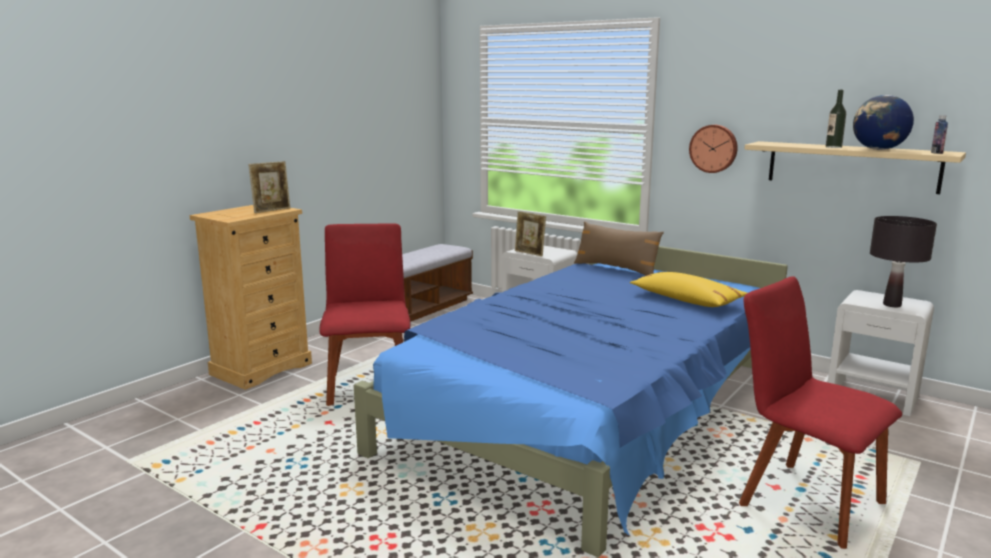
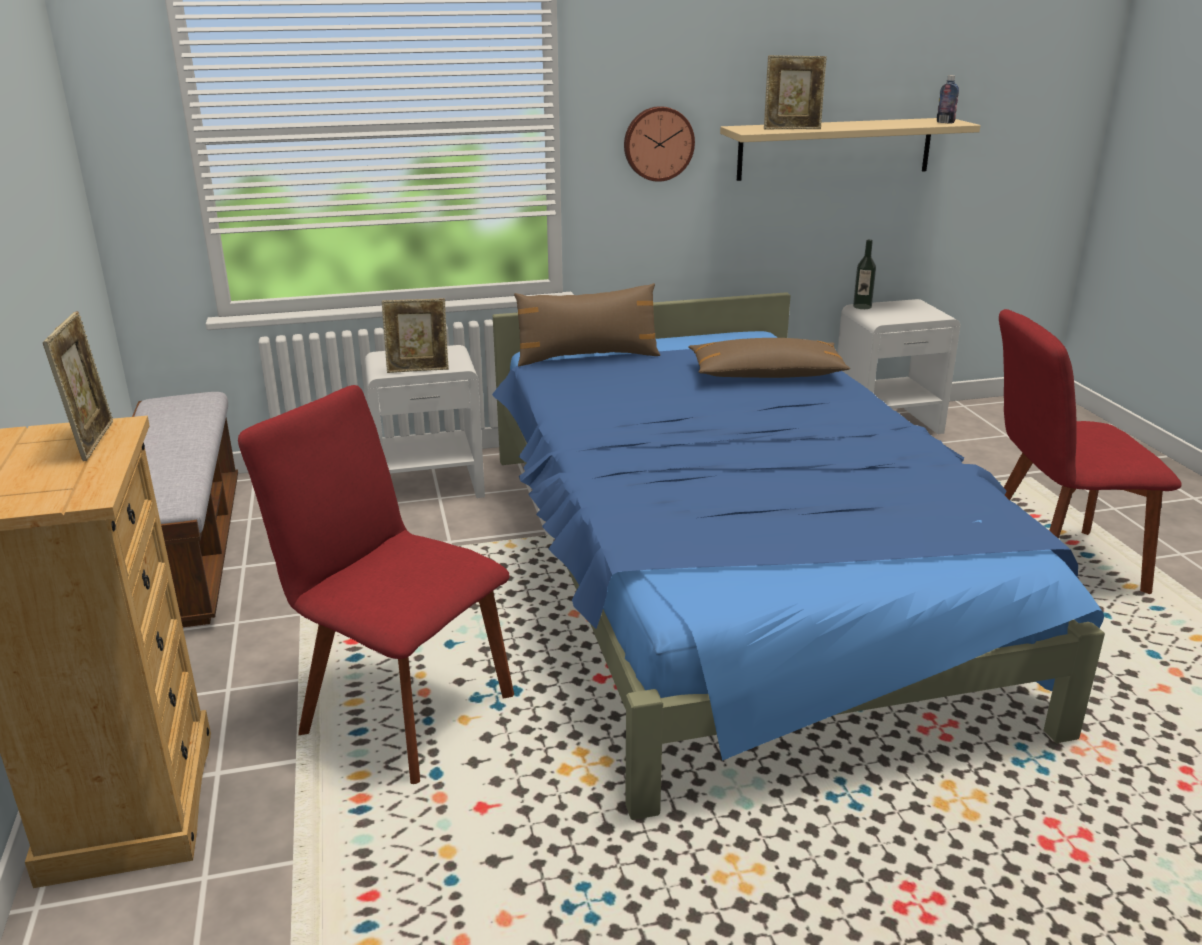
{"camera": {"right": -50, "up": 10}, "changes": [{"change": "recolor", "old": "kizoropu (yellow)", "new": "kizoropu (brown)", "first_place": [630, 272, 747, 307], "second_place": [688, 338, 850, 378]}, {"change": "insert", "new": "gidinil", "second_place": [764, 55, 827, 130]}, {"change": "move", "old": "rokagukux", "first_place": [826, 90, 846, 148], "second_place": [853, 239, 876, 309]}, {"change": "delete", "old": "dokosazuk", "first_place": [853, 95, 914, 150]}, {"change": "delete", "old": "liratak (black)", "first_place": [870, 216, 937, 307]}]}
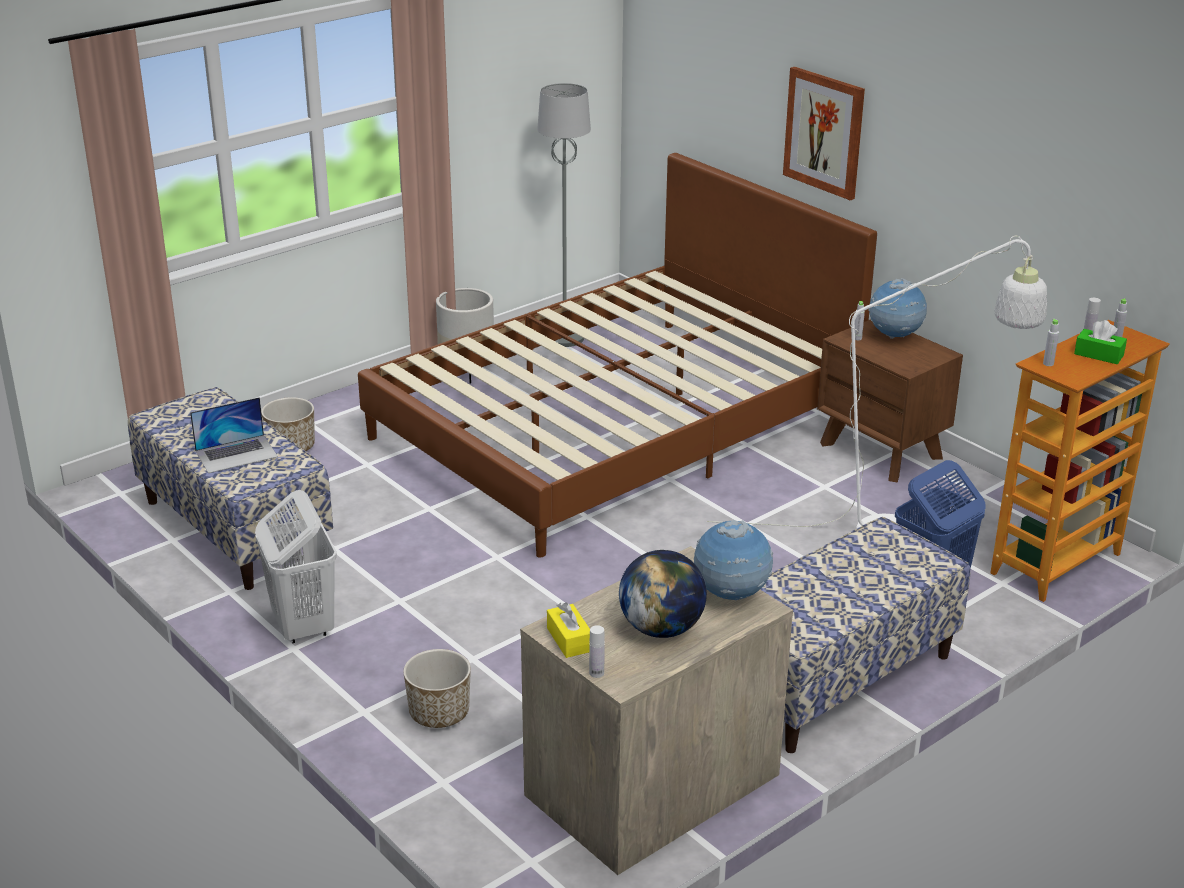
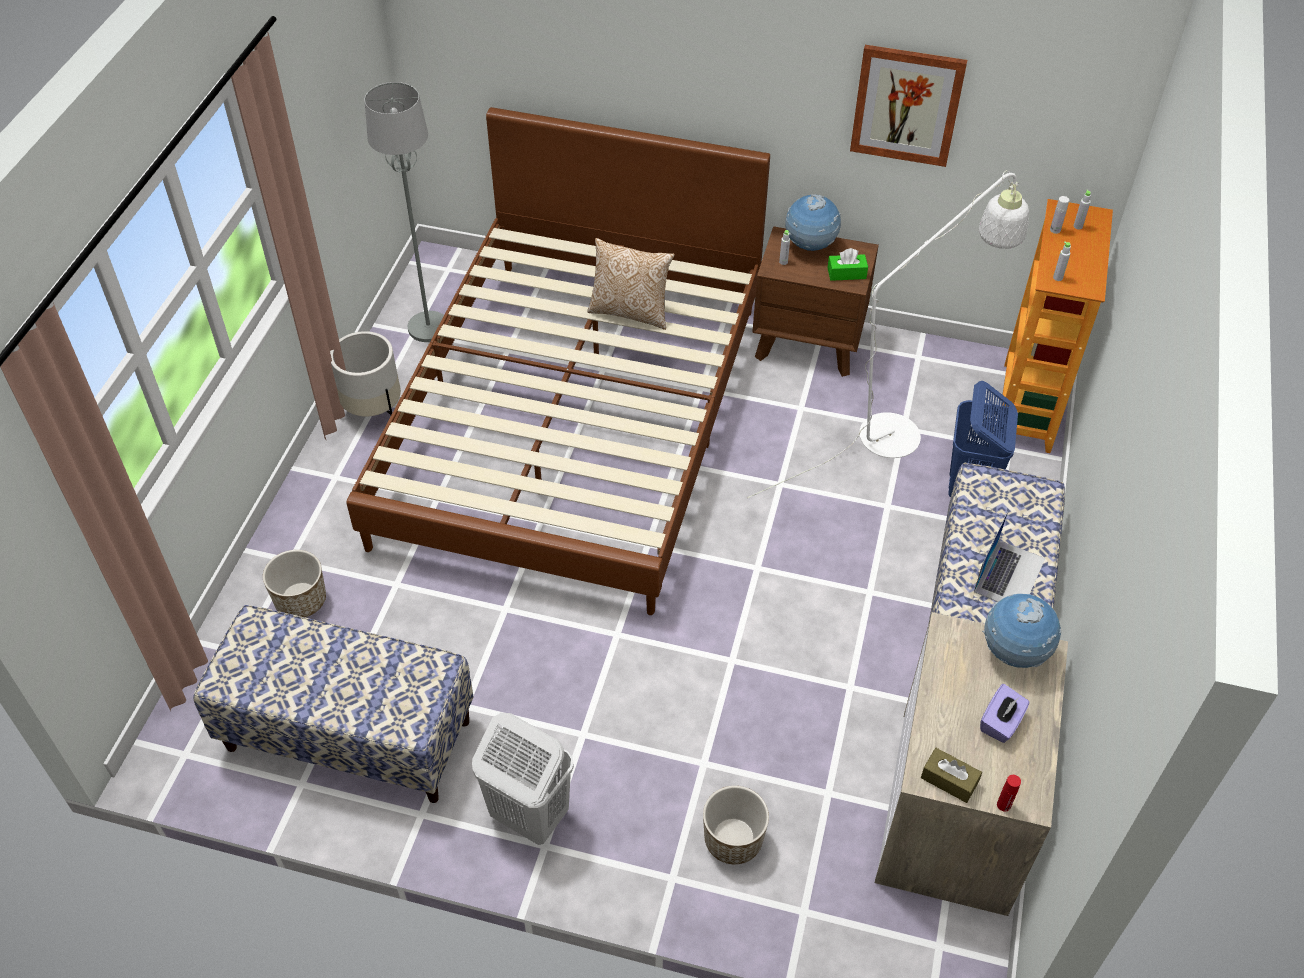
{"camera": {"right": -35, "up": 20}, "changes": [{"change": "insert", "new": "kizoropu", "second_place": [587, 238, 675, 330]}, {"change": "move", "old": "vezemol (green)", "first_place": [1074, 320, 1127, 364], "second_place": [828, 248, 868, 281]}, {"change": "move", "old": "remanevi", "first_place": [783, 67, 865, 200], "second_place": [850, 45, 967, 167]}, {"change": "recolor", "old": "vezemol (yellow)", "new": "vezemol (brown)", "first_place": [547, 602, 590, 658], "second_place": [921, 748, 982, 803]}, {"change": "move", "old": "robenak", "first_place": [190, 397, 278, 473], "second_place": [974, 511, 1045, 602]}, {"change": "replace", "old": "dokosazuk", "new": "vezemol (purple)", "first_place": [619, 550, 707, 638], "second_place": [980, 684, 1029, 743]}, {"change": "recolor", "old": "rokagukux (white)", "new": "rokagukux (red)", "first_place": [589, 625, 605, 678], "second_place": [997, 775, 1021, 812]}]}
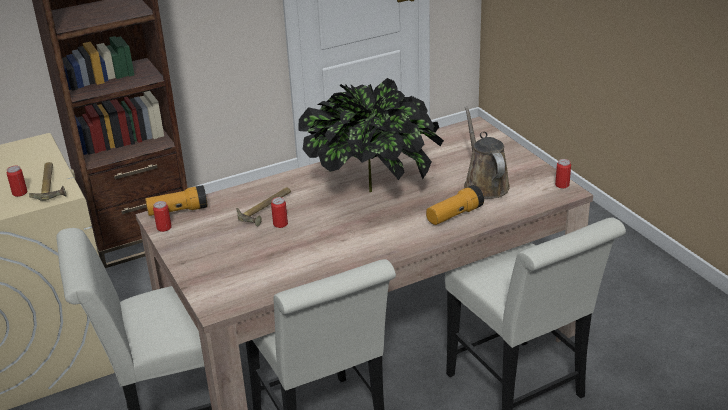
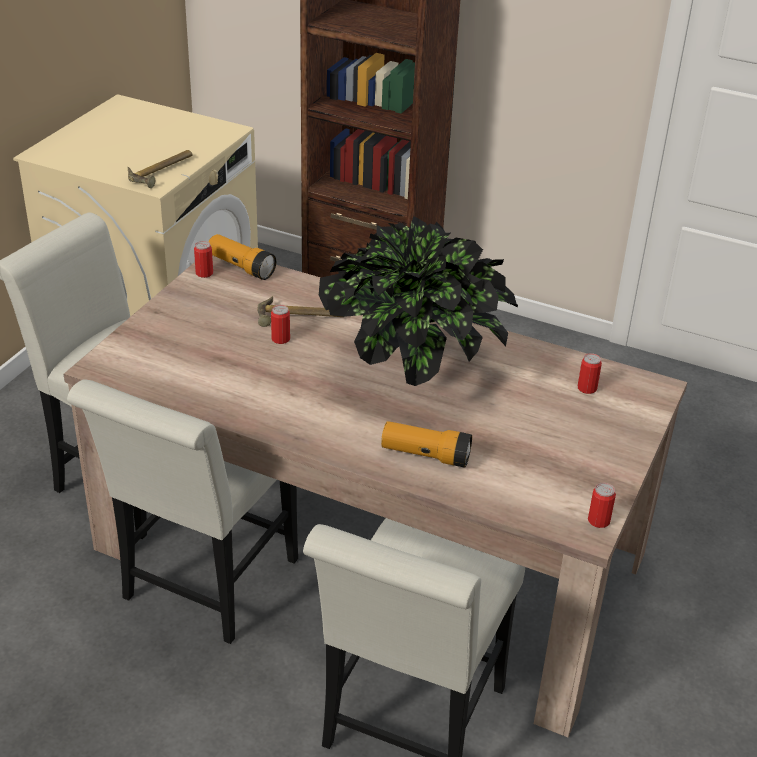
{"camera": {"right": 50, "up": 5}, "changes": [{"change": "move", "old": "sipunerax", "first_place": [7, 166, 27, 197], "second_place": [578, 353, 602, 394]}, {"change": "delete", "old": "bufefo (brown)", "first_place": [464, 106, 510, 199]}]}
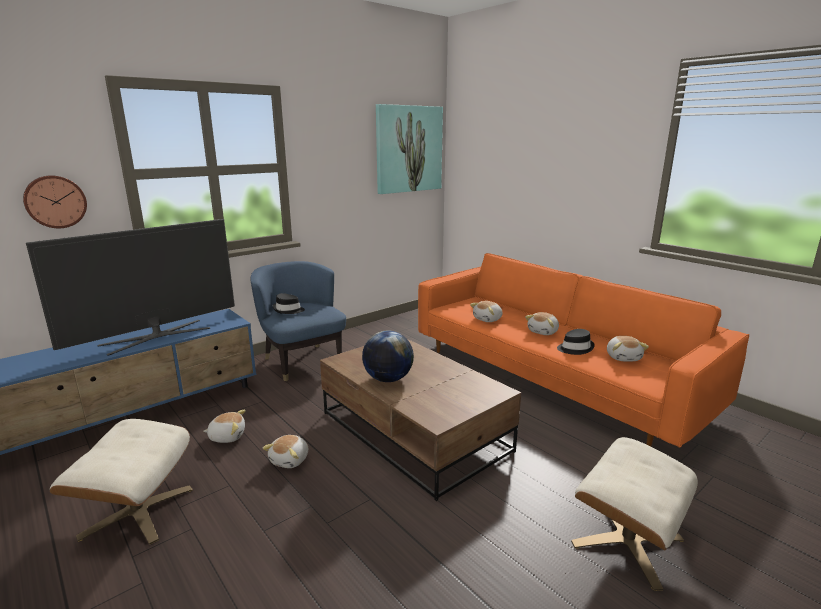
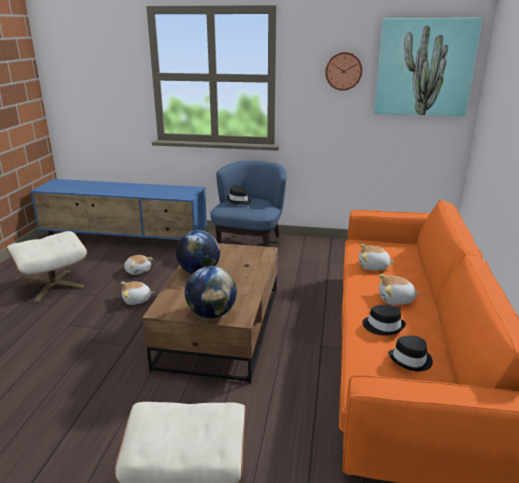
{"camera": {"right": 50, "up": 5}, "changes": [{"change": "insert", "new": "dokosazuk", "second_place": [185, 266, 237, 318]}, {"change": "move", "old": "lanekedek", "first_place": [23, 175, 87, 228], "second_place": [325, 52, 362, 91]}, {"change": "replace", "old": "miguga", "new": "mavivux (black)", "first_place": [607, 336, 649, 361], "second_place": [388, 335, 433, 371]}, {"change": "delete", "old": "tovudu", "first_place": [26, 219, 235, 356]}]}
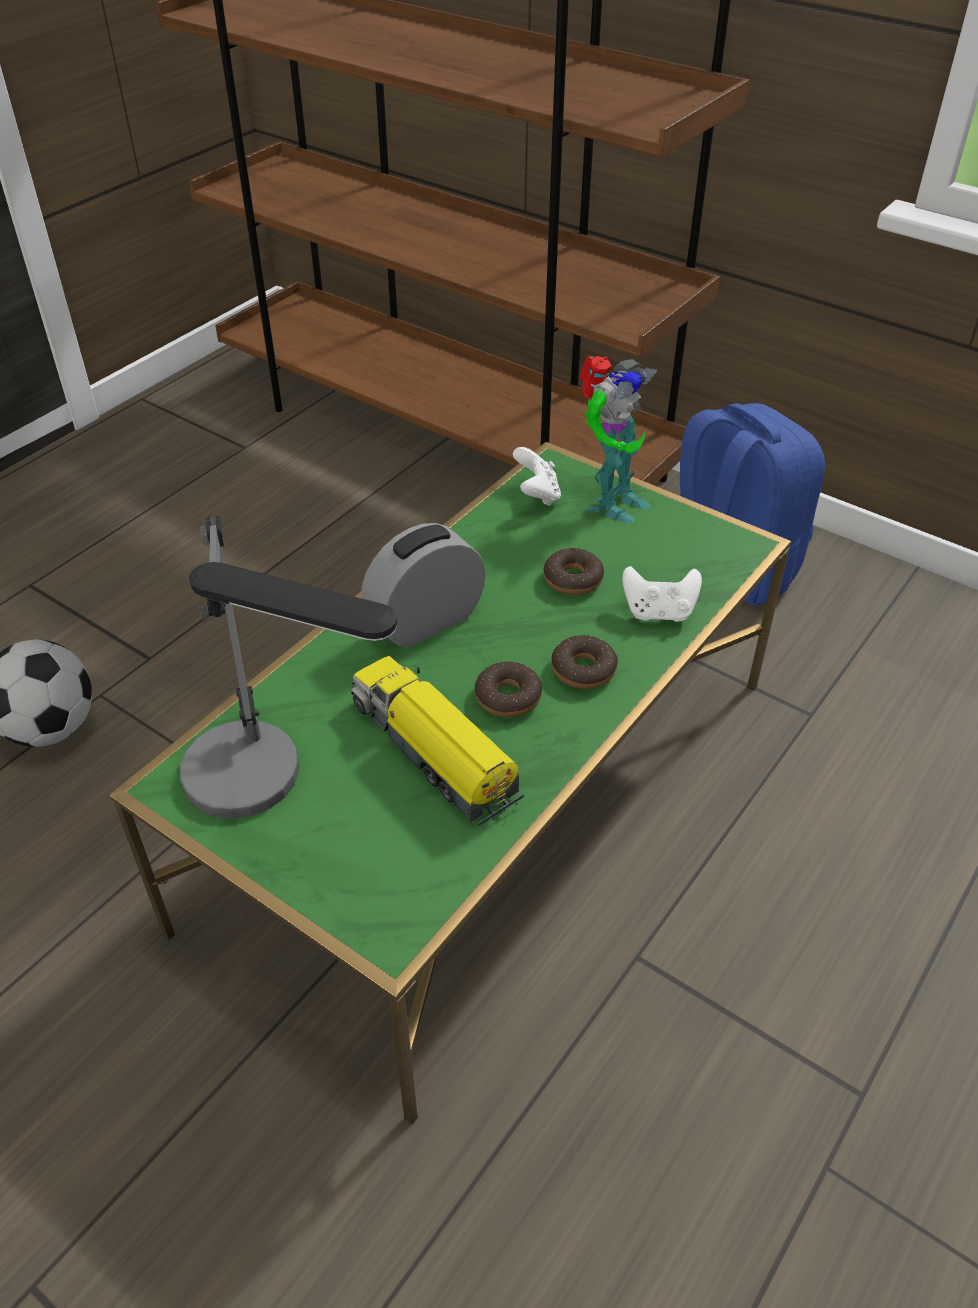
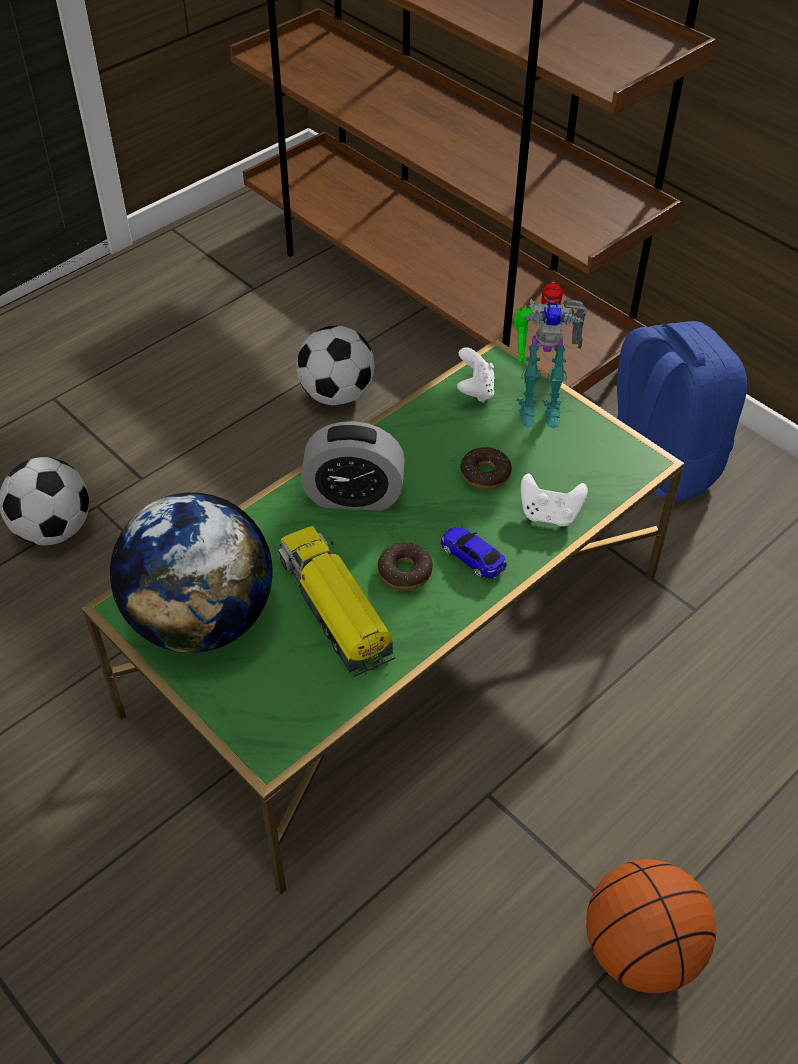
{"camera": {"right": 10, "up": 5}, "changes": [{"change": "replace", "old": "liratak", "new": "dokosazuk", "first_place": [180, 515, 397, 819], "second_place": [110, 492, 273, 653]}, {"change": "insert", "new": "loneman", "second_place": [296, 326, 374, 406]}, {"change": "rotate", "old": "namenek", "first_place": [361, 523, 486, 648], "second_place": [301, 421, 405, 511], "degrees": -150}, {"change": "replace", "old": "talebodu", "new": "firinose", "first_place": [551, 635, 618, 689], "second_place": [441, 527, 507, 579]}, {"change": "rotate", "old": "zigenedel", "first_place": [580, 355, 657, 524], "second_place": [514, 280, 588, 428], "degrees": 45}, {"change": "insert", "new": "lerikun", "second_place": [586, 859, 716, 993]}]}
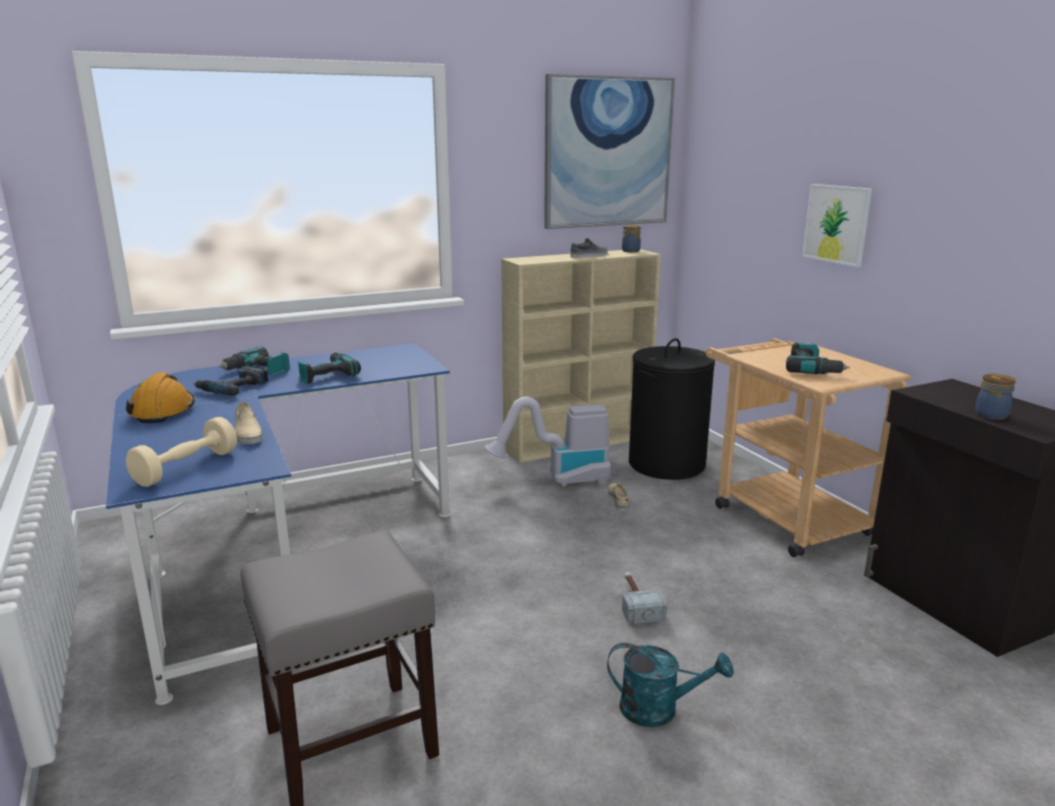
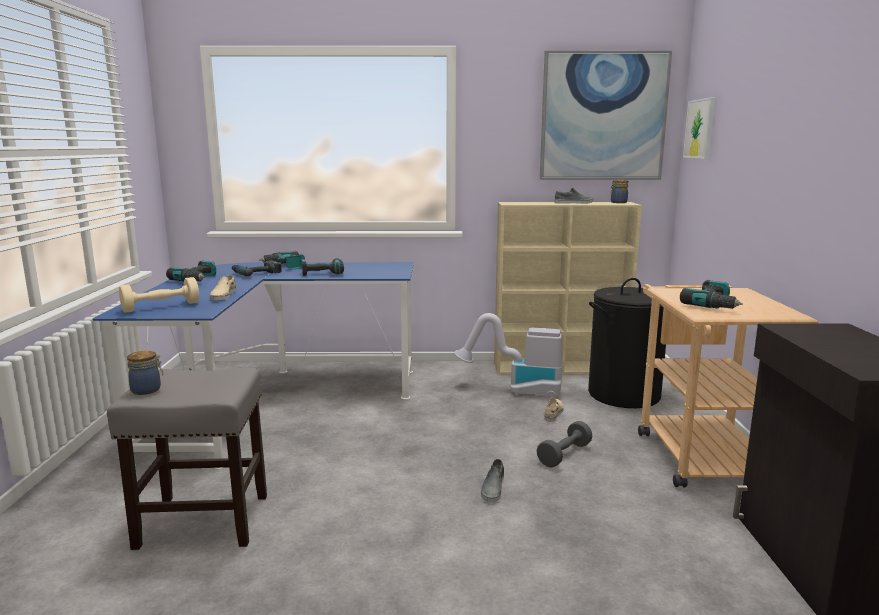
{"camera": {"right": 25, "up": -5}, "changes": [{"change": "move", "old": "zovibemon", "first_place": [975, 374, 1016, 420], "second_place": [127, 351, 163, 395]}, {"change": "replace", "old": "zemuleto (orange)", "new": "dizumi", "first_place": [126, 373, 195, 423], "second_place": [166, 260, 216, 281]}, {"change": "replace", "old": "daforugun", "new": "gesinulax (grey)", "first_place": [622, 572, 667, 624], "second_place": [481, 459, 504, 502]}, {"change": "insert", "new": "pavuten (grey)", "second_place": [537, 421, 592, 468]}, {"change": "move", "old": "remanevi", "first_place": [802, 184, 872, 267], "second_place": [683, 97, 715, 159]}, {"change": "delete", "old": "bufefo (turquoise)", "first_place": [607, 643, 734, 727]}]}
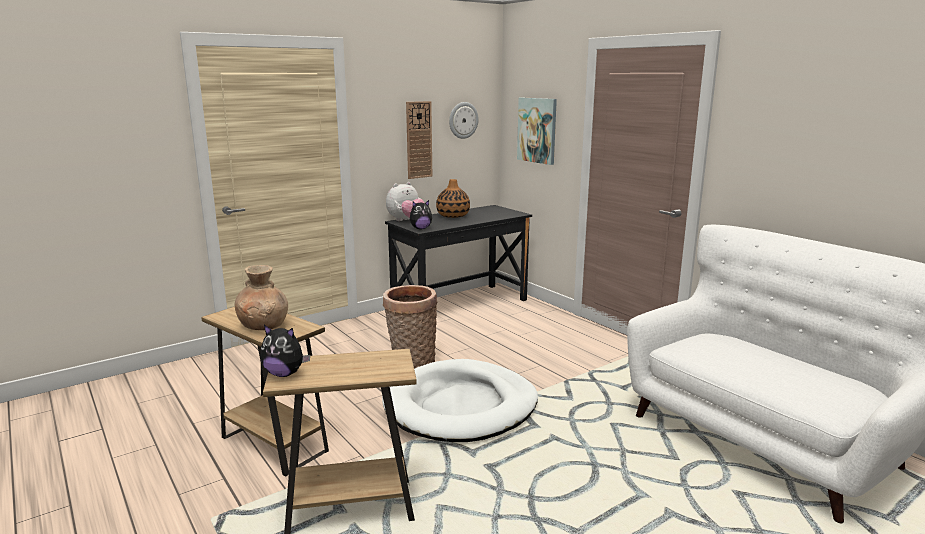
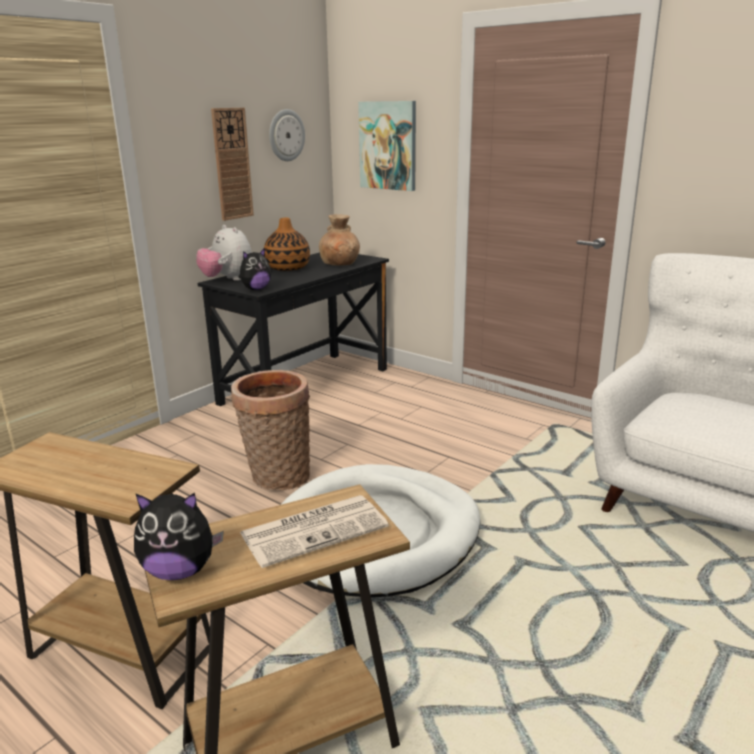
{"camera": {"right": -15, "up": 5}, "changes": [{"change": "rotate", "old": "miguga", "first_place": [386, 182, 424, 221], "second_place": [196, 225, 252, 281], "degrees": 105}, {"change": "insert", "new": "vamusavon", "second_place": [240, 495, 389, 568]}, {"change": "move", "old": "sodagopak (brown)", "first_place": [234, 265, 288, 330], "second_place": [319, 214, 360, 265]}]}
